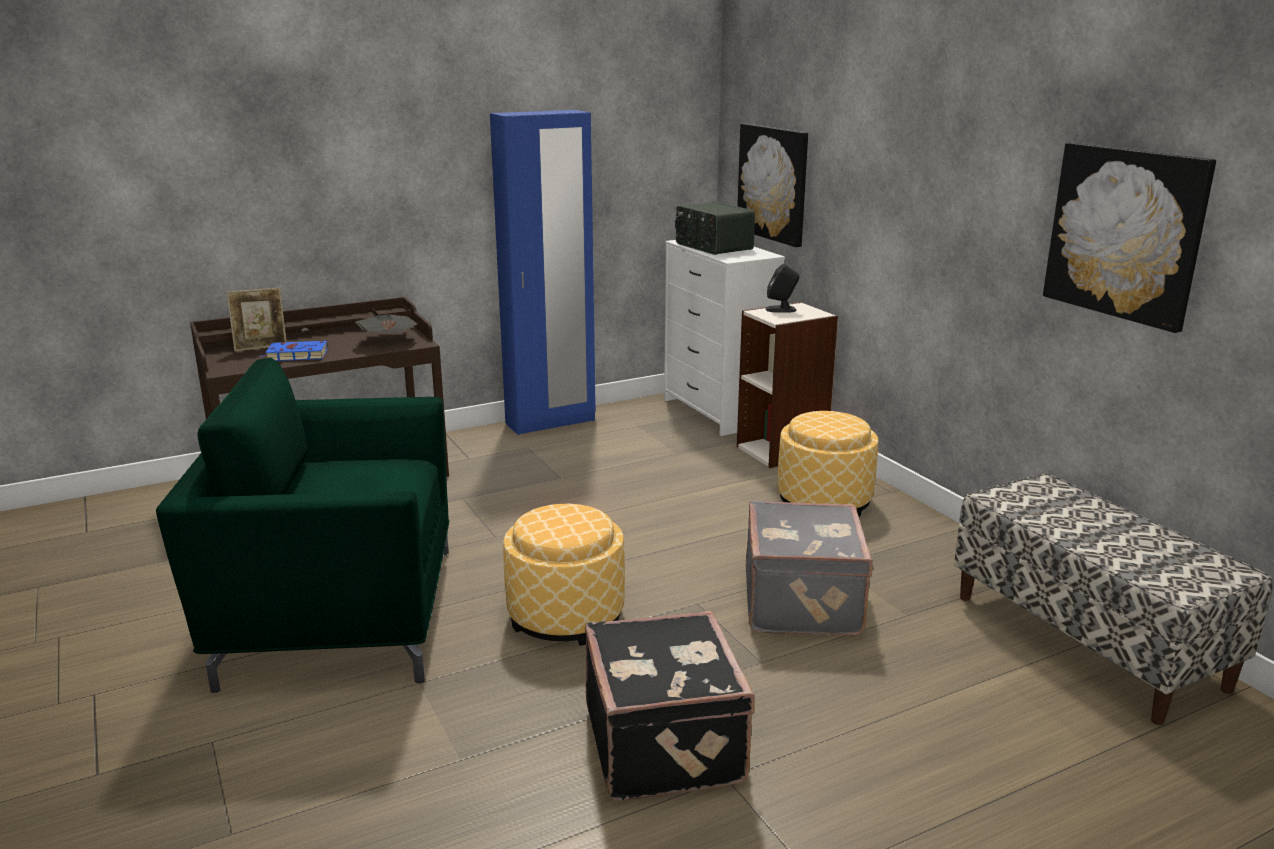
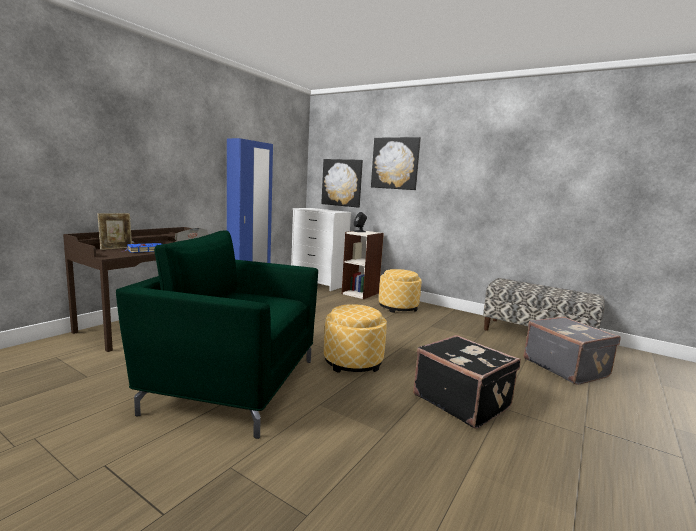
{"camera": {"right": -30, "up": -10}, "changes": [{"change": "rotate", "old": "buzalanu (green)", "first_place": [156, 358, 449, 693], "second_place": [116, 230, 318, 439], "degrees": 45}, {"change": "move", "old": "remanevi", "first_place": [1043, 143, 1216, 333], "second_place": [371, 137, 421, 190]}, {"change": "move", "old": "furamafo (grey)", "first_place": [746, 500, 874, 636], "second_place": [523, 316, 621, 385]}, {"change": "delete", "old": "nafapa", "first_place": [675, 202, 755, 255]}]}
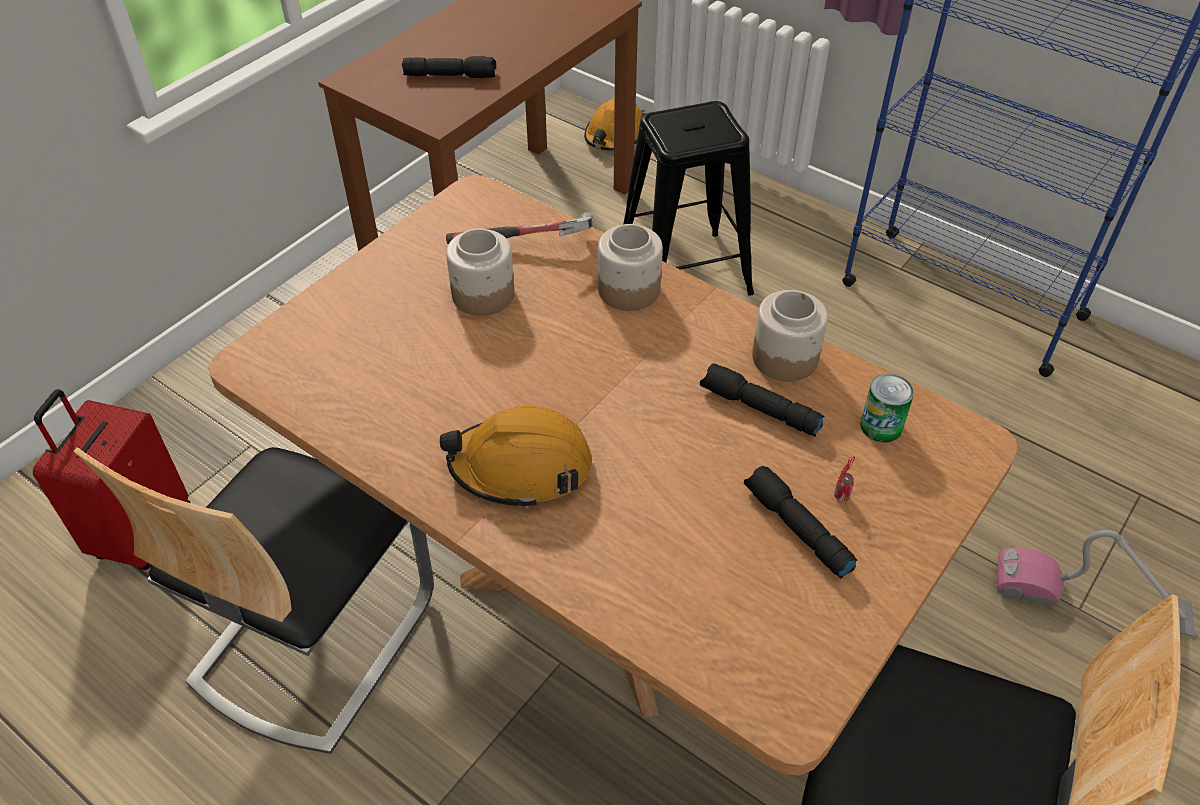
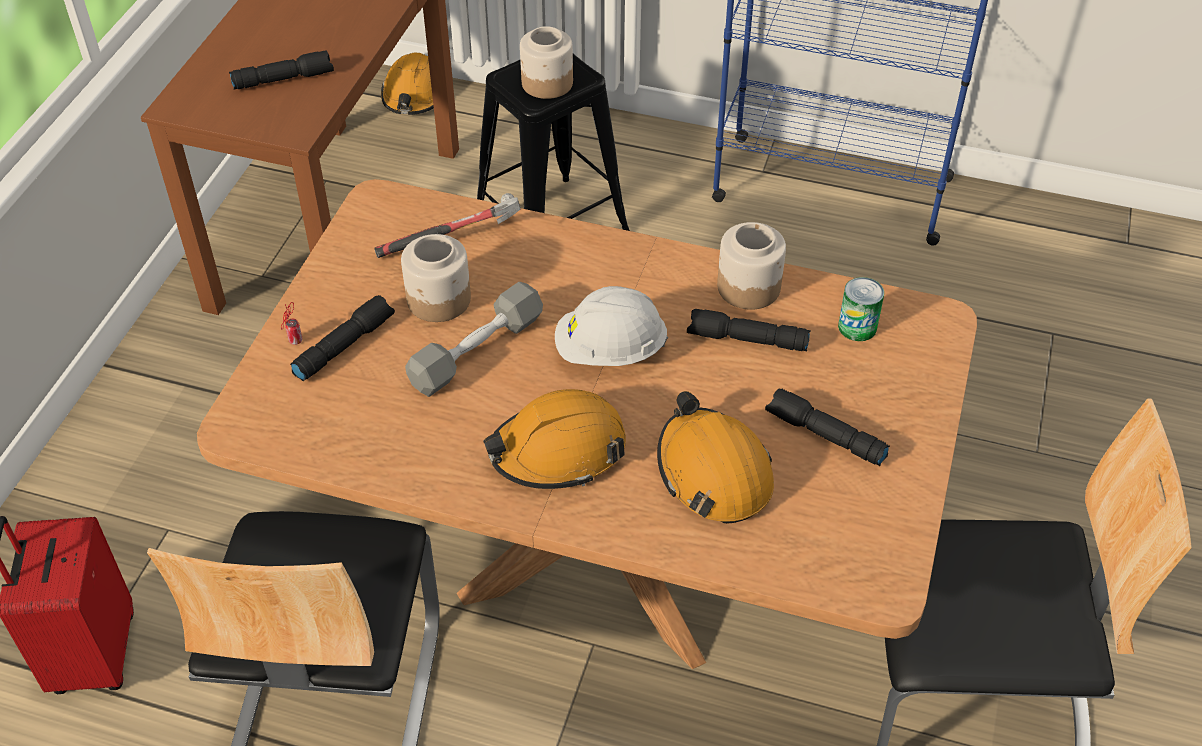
{"camera": {"right": -20, "up": 0}, "changes": [{"change": "move", "old": "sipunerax", "first_place": [834, 456, 855, 502], "second_place": [281, 302, 303, 345]}, {"change": "insert", "new": "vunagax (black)", "second_place": [290, 295, 395, 381]}, {"change": "insert", "new": "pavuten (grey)", "second_place": [405, 282, 543, 397]}, {"change": "move", "old": "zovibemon", "first_place": [598, 224, 663, 311], "second_place": [520, 26, 573, 99]}, {"change": "insert", "new": "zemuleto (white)", "second_place": [555, 286, 668, 366]}, {"change": "insert", "new": "zemuleto (orange)", "second_place": [657, 391, 774, 524]}, {"change": "delete", "old": "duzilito", "first_place": [997, 530, 1195, 637]}]}
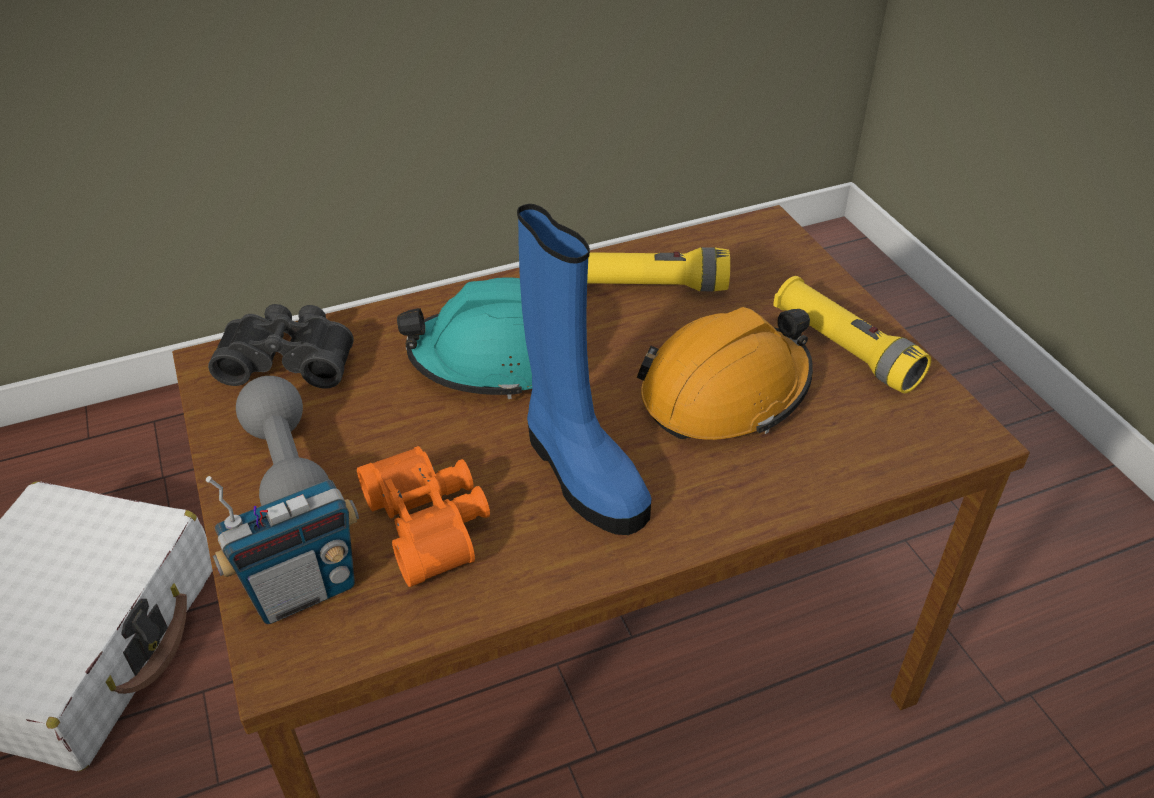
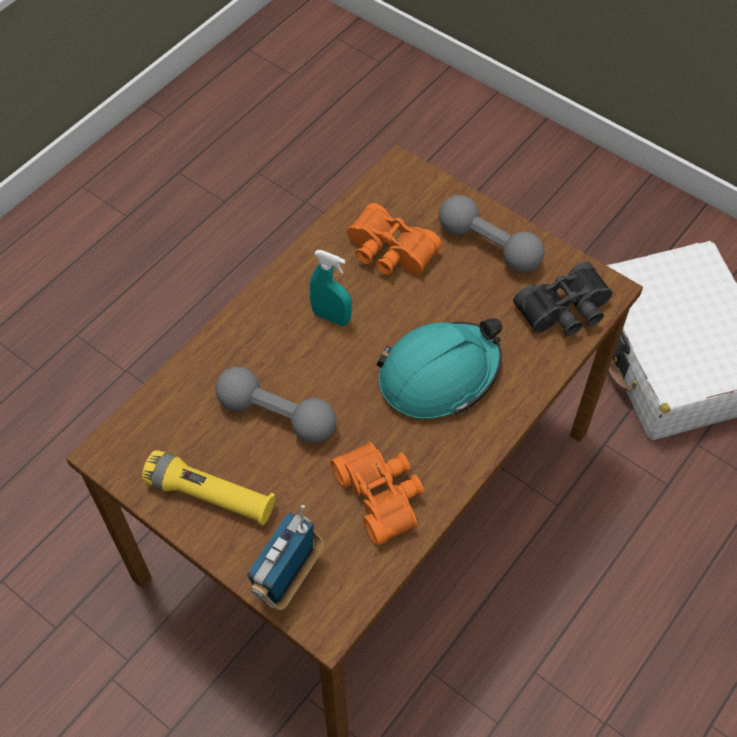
{"camera": {"right": 150, "up": 15}, "changes": [{"change": "replace", "old": "zemuleto (orange)", "new": "pavuten (grey)", "first_place": [636, 307, 813, 440], "second_place": [215, 367, 337, 443]}, {"change": "move", "old": "nafapa", "first_place": [206, 476, 359, 624], "second_place": [247, 505, 324, 610]}, {"change": "replace", "old": "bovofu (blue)", "new": "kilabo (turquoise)", "first_place": [517, 204, 651, 535], "second_place": [309, 250, 352, 326]}, {"change": "replace", "old": "vunagax (yellow)", "new": "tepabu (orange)", "first_place": [587, 247, 730, 291], "second_place": [331, 442, 424, 546]}]}
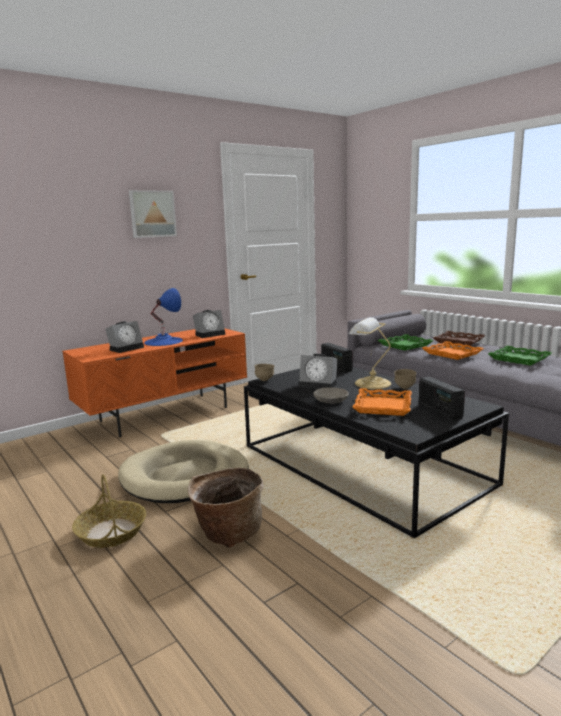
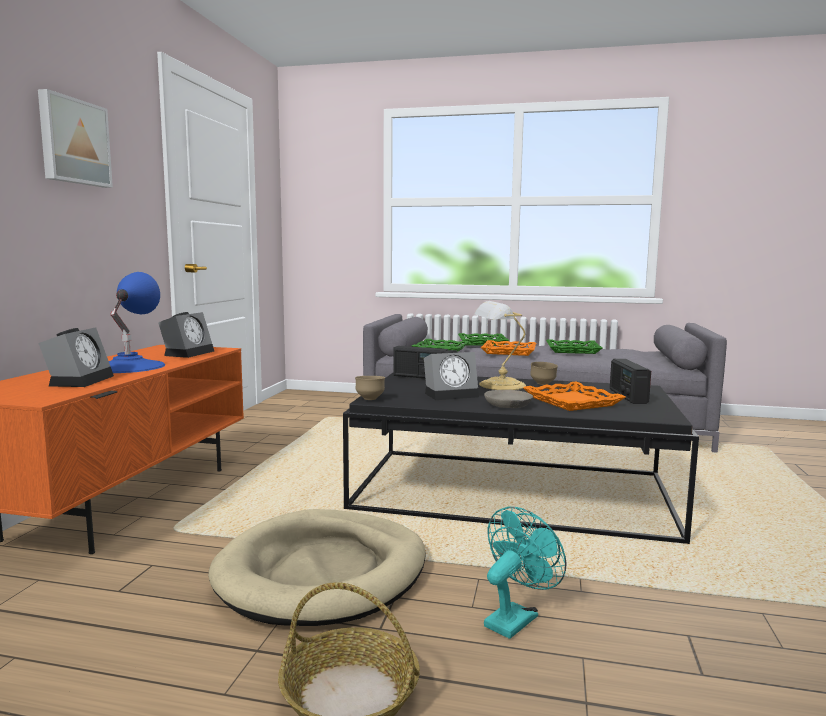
{"camera": {"right": -40, "up": -5}, "changes": [{"change": "recolor", "old": "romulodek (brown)", "new": "romulodek (green)", "first_place": [433, 331, 486, 346], "second_place": [458, 333, 509, 346]}, {"change": "replace", "old": "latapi", "new": "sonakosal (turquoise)", "first_place": [188, 468, 264, 548], "second_place": [484, 507, 567, 639]}, {"change": "rotate", "old": "nafapa", "first_place": [419, 376, 465, 420], "second_place": [610, 359, 651, 404], "degrees": 60}]}
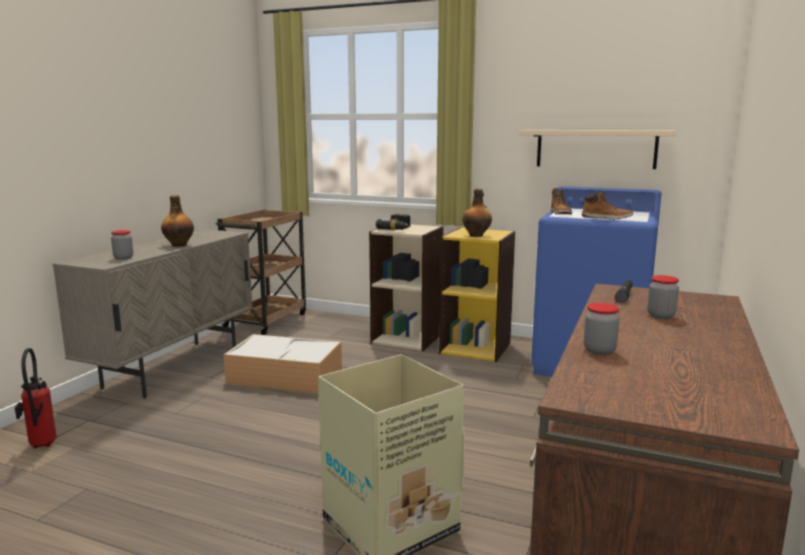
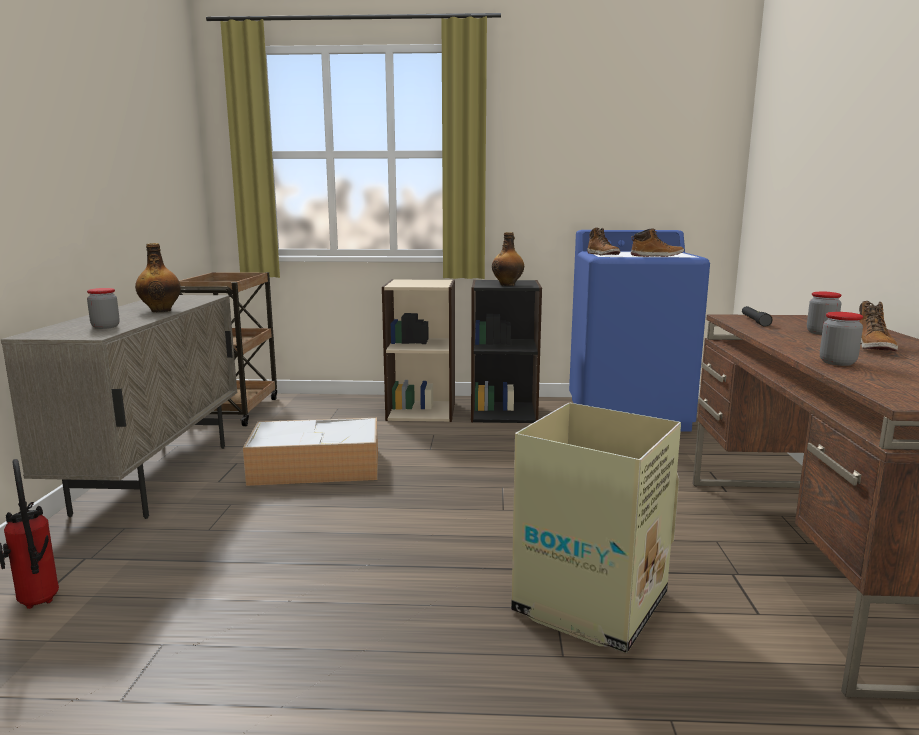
{"camera": {"right": -20, "up": 0}, "changes": [{"change": "recolor", "old": "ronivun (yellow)", "new": "ronivun (black)", "first_place": [439, 228, 515, 362], "second_place": [471, 280, 542, 423]}, {"change": "insert", "new": "bovofu", "second_place": [859, 301, 898, 352]}, {"change": "delete", "old": "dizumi", "first_place": [376, 214, 410, 230]}, {"change": "delete", "old": "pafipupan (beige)", "first_place": [519, 130, 676, 169]}]}
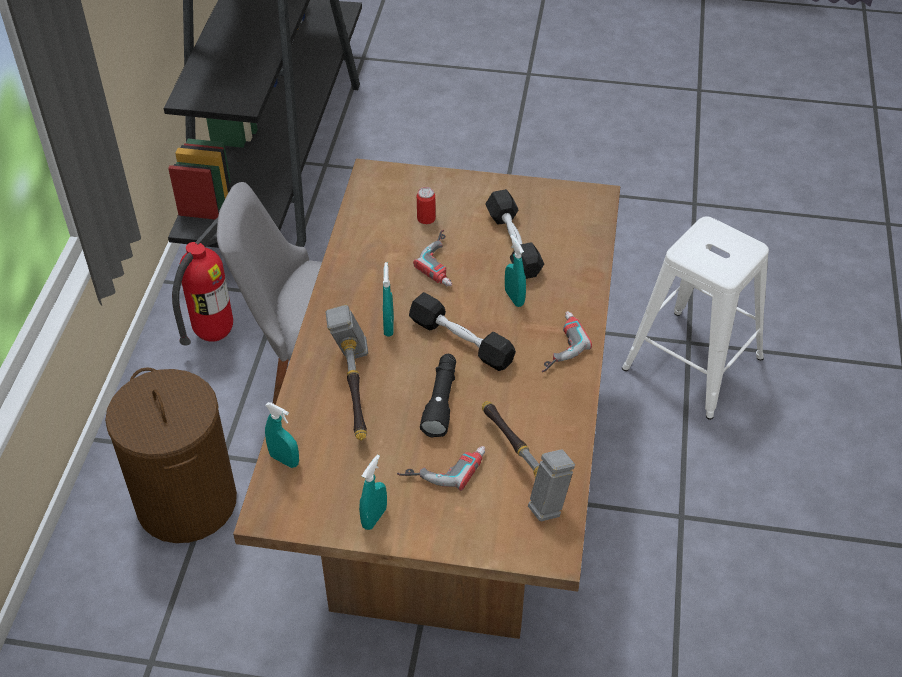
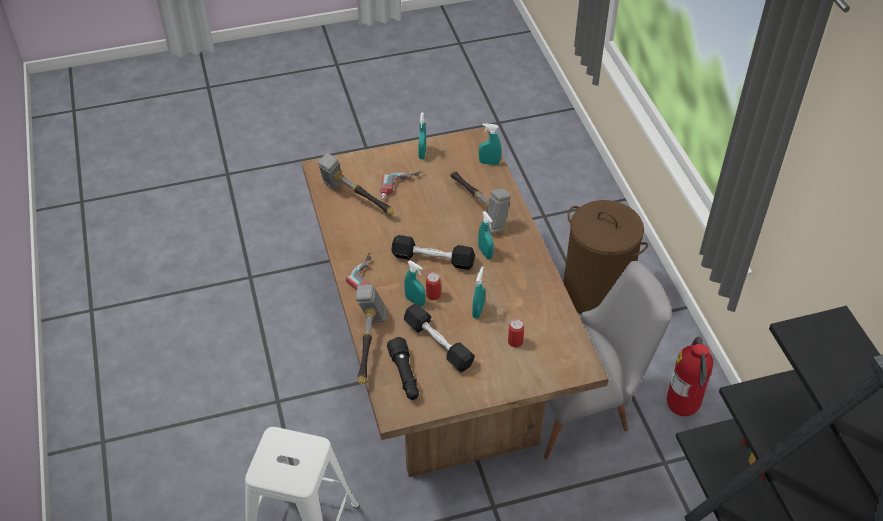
{"camera": {"right": 155, "up": 0}, "changes": [{"change": "insert", "new": "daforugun", "second_place": [355, 284, 387, 384]}, {"change": "move", "old": "vunagax (black)", "first_place": [420, 354, 456, 438], "second_place": [387, 337, 419, 400]}, {"change": "insert", "new": "sipunerax", "second_place": [426, 272, 441, 300]}, {"change": "replace", "old": "dizumi", "new": "kilabo (turquoise)", "first_place": [413, 230, 452, 286], "second_place": [472, 266, 485, 319]}]}
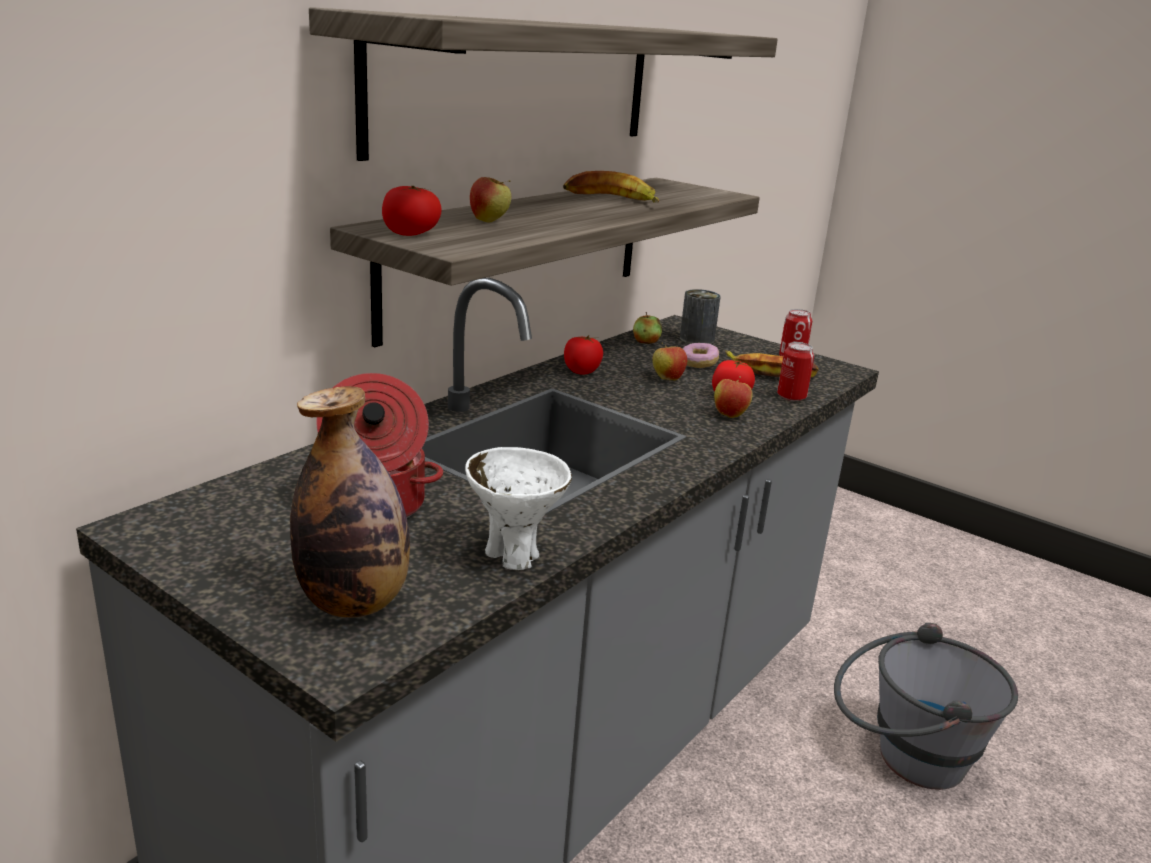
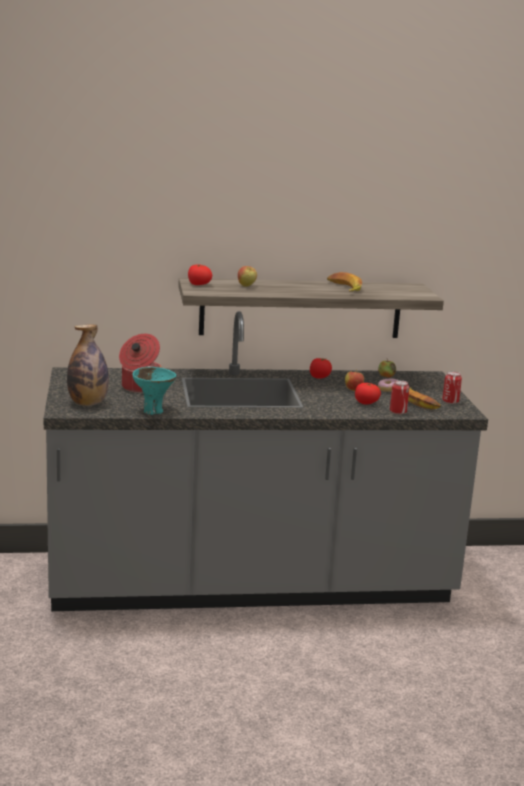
{"camera": {"right": 45, "up": -5}, "changes": [{"change": "recolor", "old": "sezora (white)", "new": "sezora (turquoise)", "first_place": [465, 447, 572, 570], "second_place": [133, 367, 176, 415]}, {"change": "delete", "old": "pafipupan", "first_place": [309, 7, 778, 161]}, {"change": "delete", "old": "sipunerax", "first_place": [680, 289, 721, 344]}, {"change": "delete", "old": "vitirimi", "first_place": [714, 376, 752, 418]}, {"change": "delete", "old": "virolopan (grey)", "first_place": [834, 623, 1018, 790]}]}
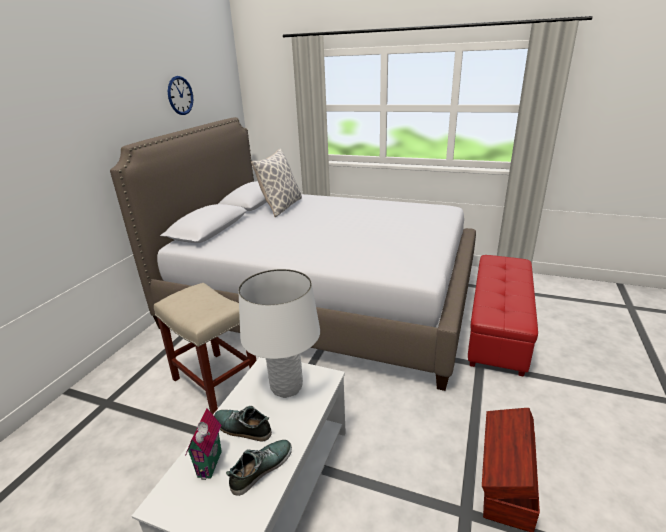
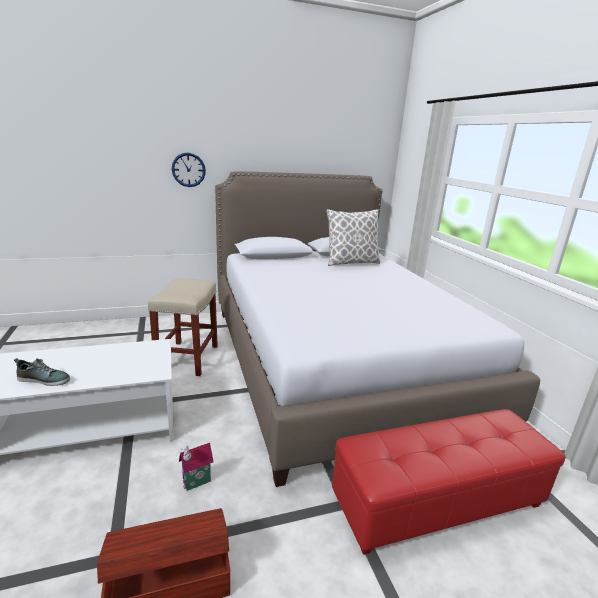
{"camera": {"right": 50, "up": -5}, "changes": [{"change": "move", "old": "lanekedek", "first_place": [168, 76, 193, 115], "second_place": [172, 153, 206, 187]}, {"change": "move", "old": "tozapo", "first_place": [185, 408, 222, 480], "second_place": [179, 443, 213, 491]}, {"change": "delete", "old": "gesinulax", "first_place": [214, 406, 272, 442]}, {"change": "delete", "old": "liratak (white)", "first_place": [238, 269, 320, 398]}]}
